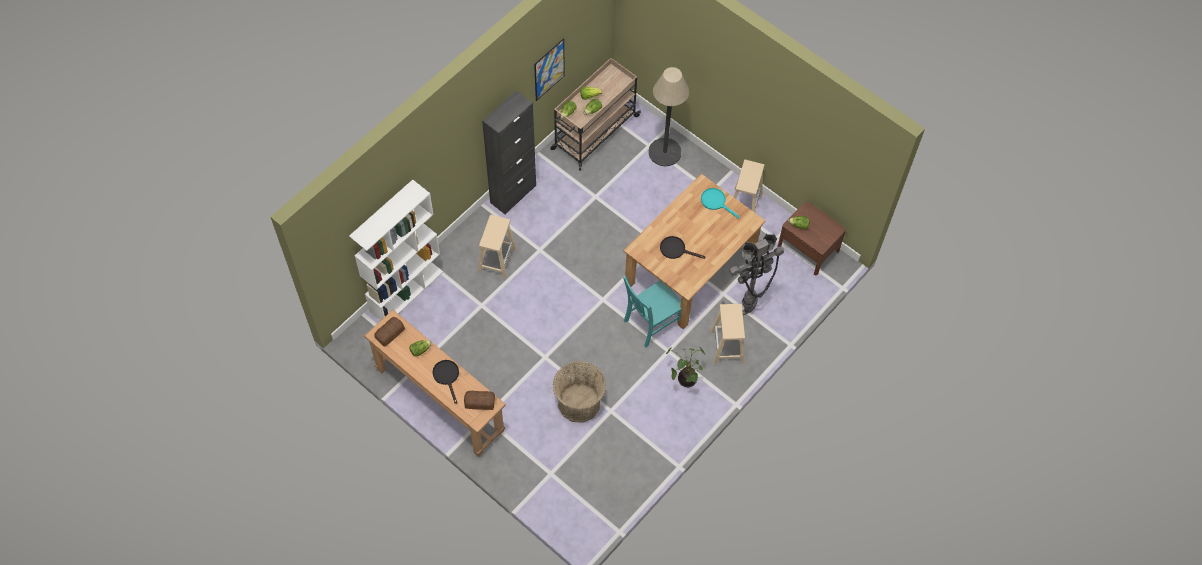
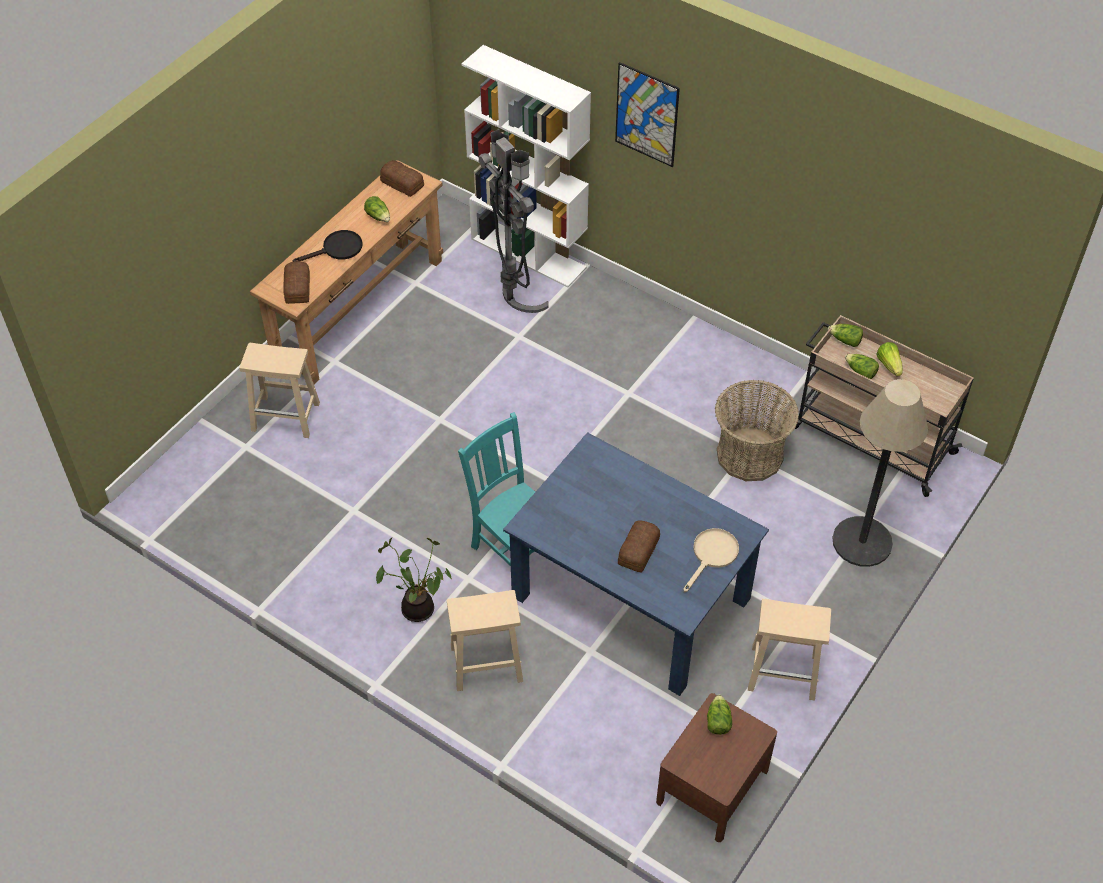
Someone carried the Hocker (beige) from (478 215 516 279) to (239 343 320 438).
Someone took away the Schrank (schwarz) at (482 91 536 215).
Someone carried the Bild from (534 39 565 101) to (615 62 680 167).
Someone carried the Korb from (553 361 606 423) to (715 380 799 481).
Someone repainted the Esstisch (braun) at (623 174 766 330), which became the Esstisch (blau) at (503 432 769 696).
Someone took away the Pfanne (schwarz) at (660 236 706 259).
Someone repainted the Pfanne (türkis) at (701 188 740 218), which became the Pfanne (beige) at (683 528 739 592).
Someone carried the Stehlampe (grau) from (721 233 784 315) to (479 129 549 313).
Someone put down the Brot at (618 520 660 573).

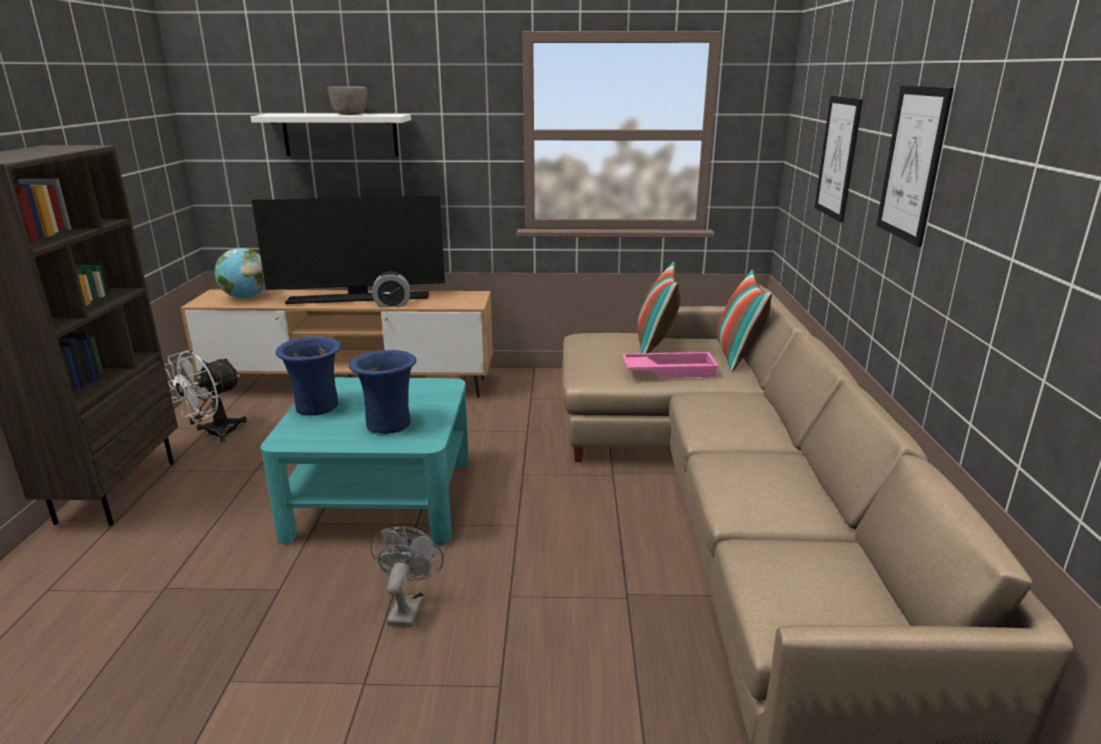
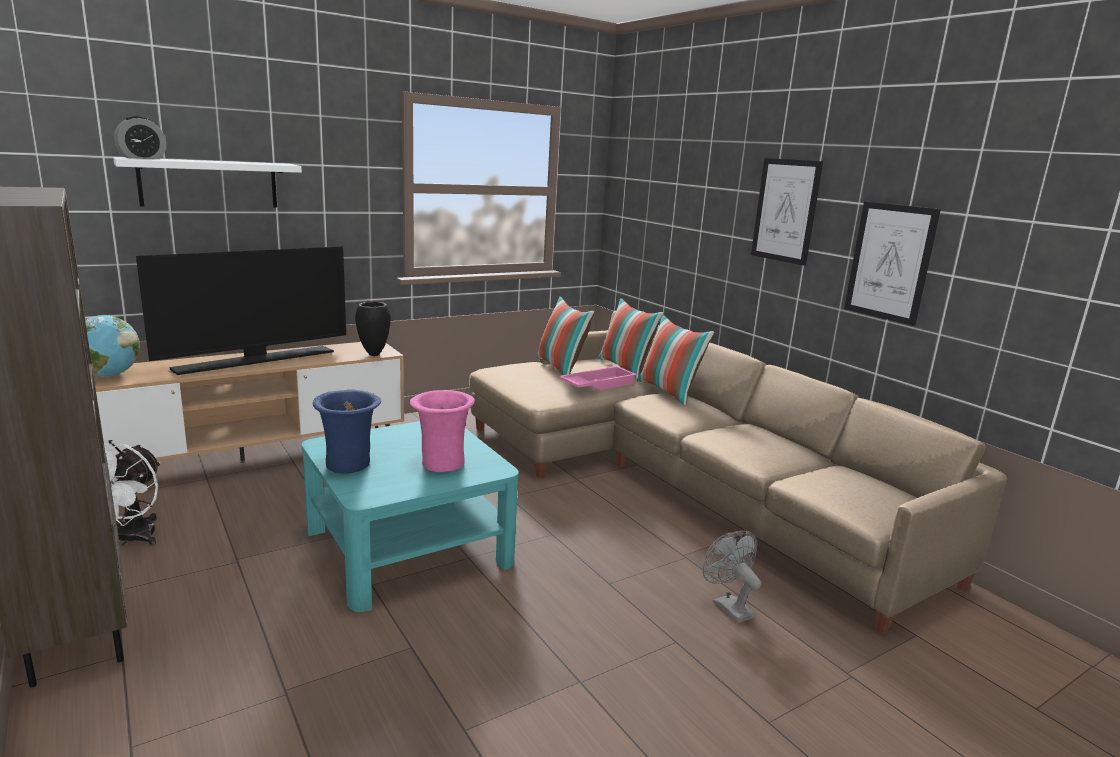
Someone took away the Schüssel (grau) at (327 86 367 115).
Someone repainted the Vase (blau) at (349 350 416 434), which became the Vase (rosa) at (410 390 475 472).
Someone carried the Ventilator (grau) from (371 527 444 627) to (703 530 761 623).
Someone carried the Wecker from (372 271 410 308) to (114 116 166 159).
Someone carried the Bild from (815 96 863 223) to (844 201 941 326).
Someone put down the Vase (schwarz) at (355 302 391 356).
Someone put down the Kissen at (637 315 715 406).

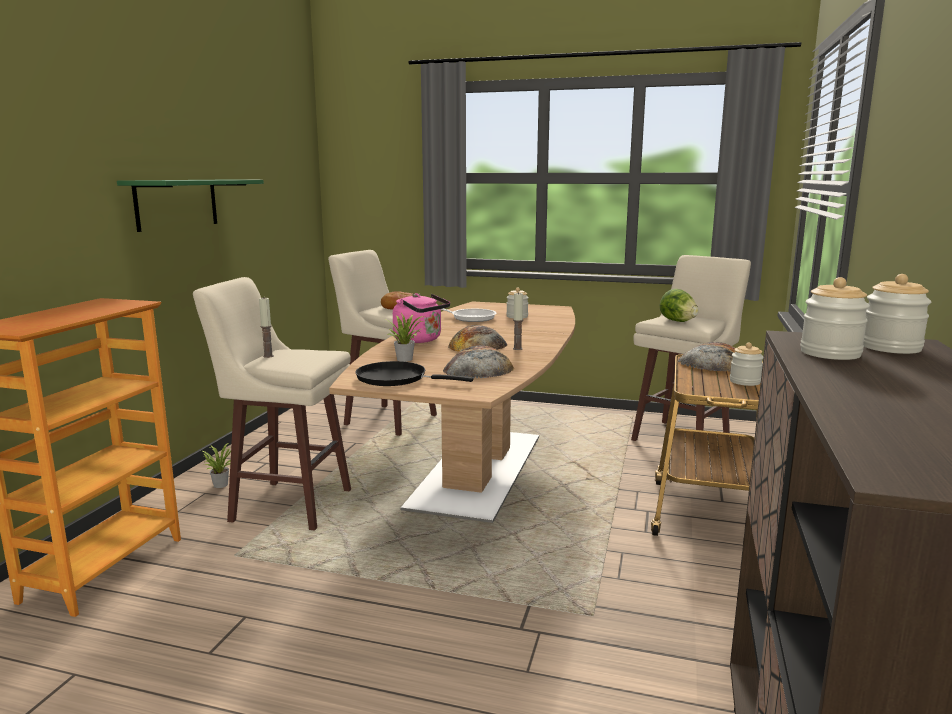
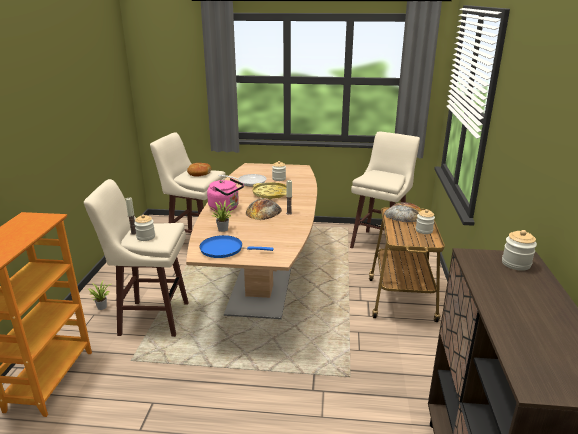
Someone took away the Wandregal (grün) at (117 180 264 232).
Someone repainted the Pfanne (schwarz) at (355 361 473 386), which became the Pfanne (blau) at (199 235 274 258).
Someone took away the Brot at (443 345 514 378).
Someone took away the Salatkopf at (660 289 699 322).
Someone carried the Vorratsglas from (800 277 870 360) to (134 214 155 241).
Someone put down the Tablett (gelb) at (252 182 286 200).

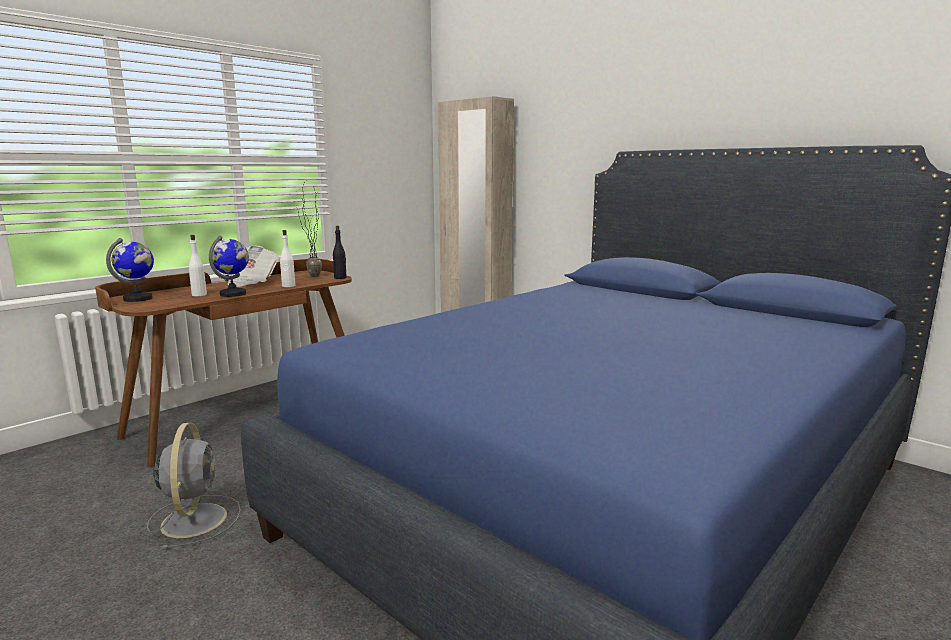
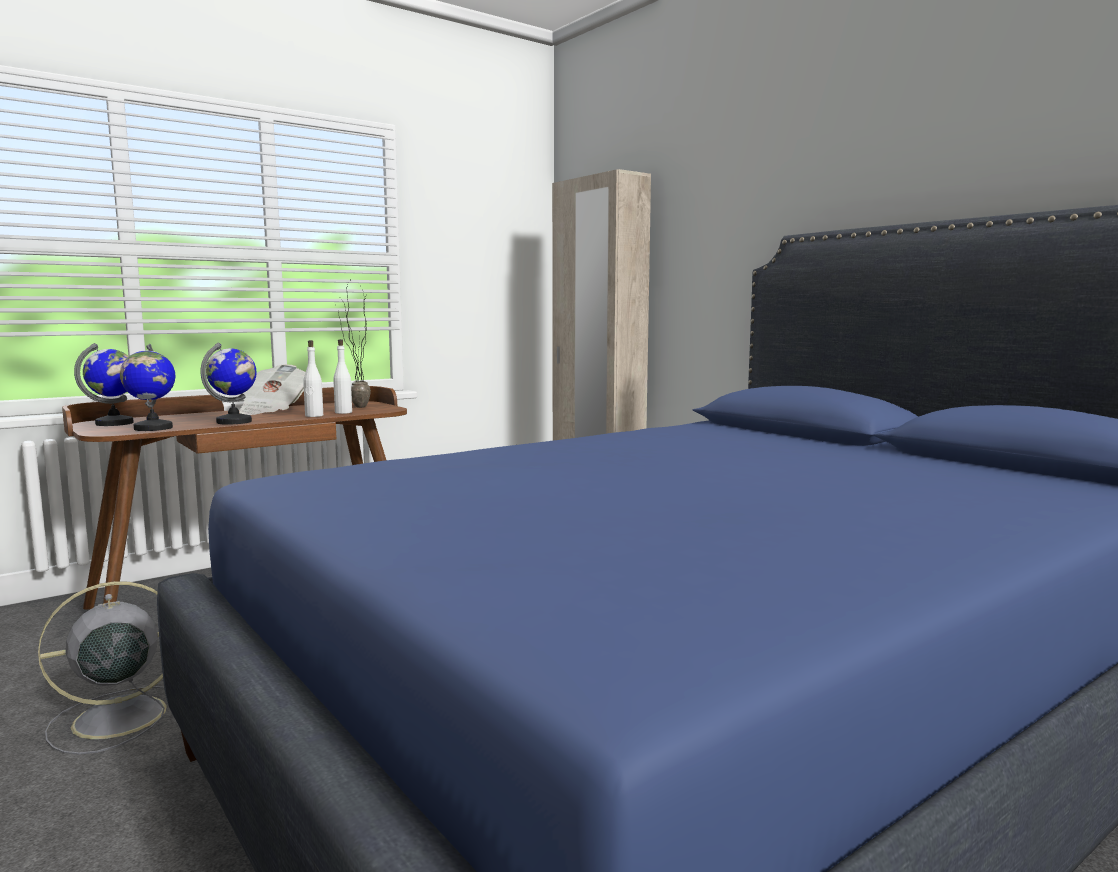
Someone rotated the Ventilator (grau) at (147 423 241 550) by 120 degrees counterclockwise.
Someone carried the Flasche (weiß) from (189 235 207 296) to (333 339 352 414).
Someone took away the Flasche (schwarz) at (333 226 347 279).
Someone put down the Globus at (120 344 176 431).

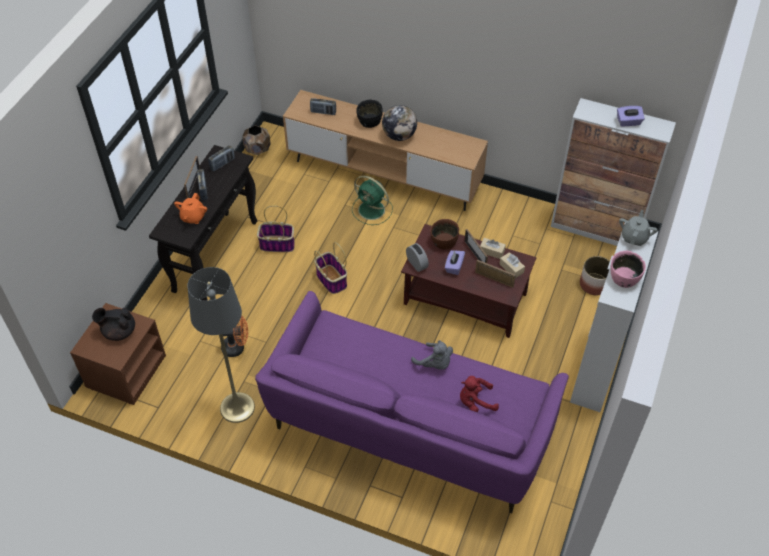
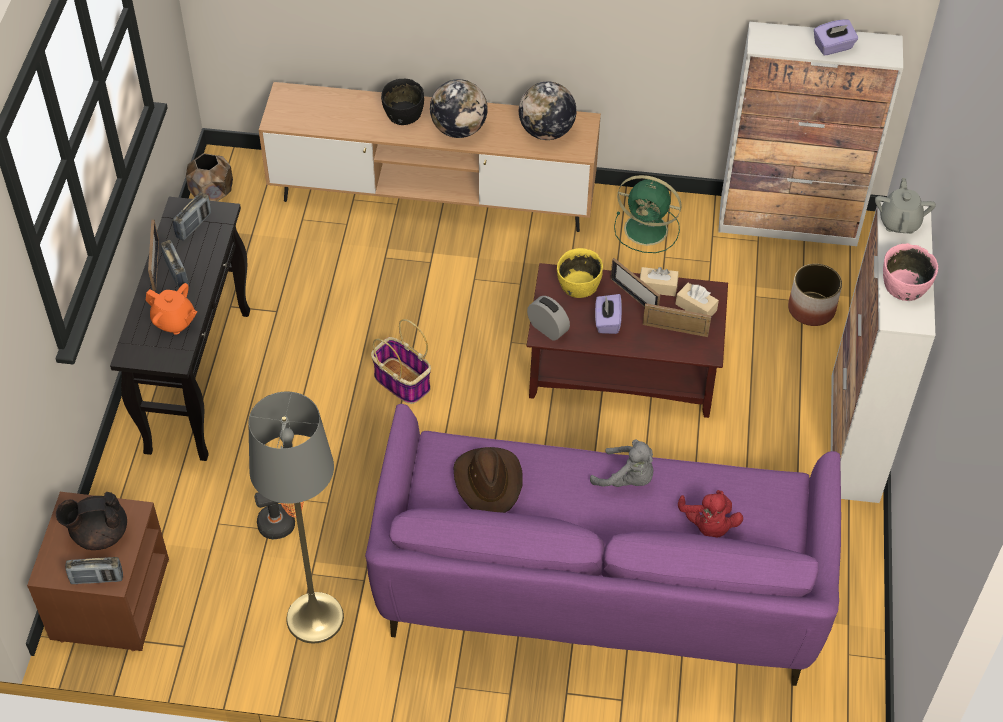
Someone rotated the Teekanne (orange) at (174 193 207 224) by 60 degrees counterclockwise.
Someone took away the Korb at (257 205 295 252).
Someone carried the Radio from (310 98 336 115) to (65 557 123 584).
Someone carried the Ventilator (grün) from (352 176 393 225) to (614 175 682 253).
Someone repainted the Schüssel (braun) at (430 219 459 250), which became the Schüssel (gelb) at (557 248 603 298).
Someone rotated the Plüschtier (rot) at (460 376 499 412) by 75 degrees counterclockwise.
Someone put down the Hut (braun) at (454 447 523 513).
Someone put down the Globus at (519 82 577 140).

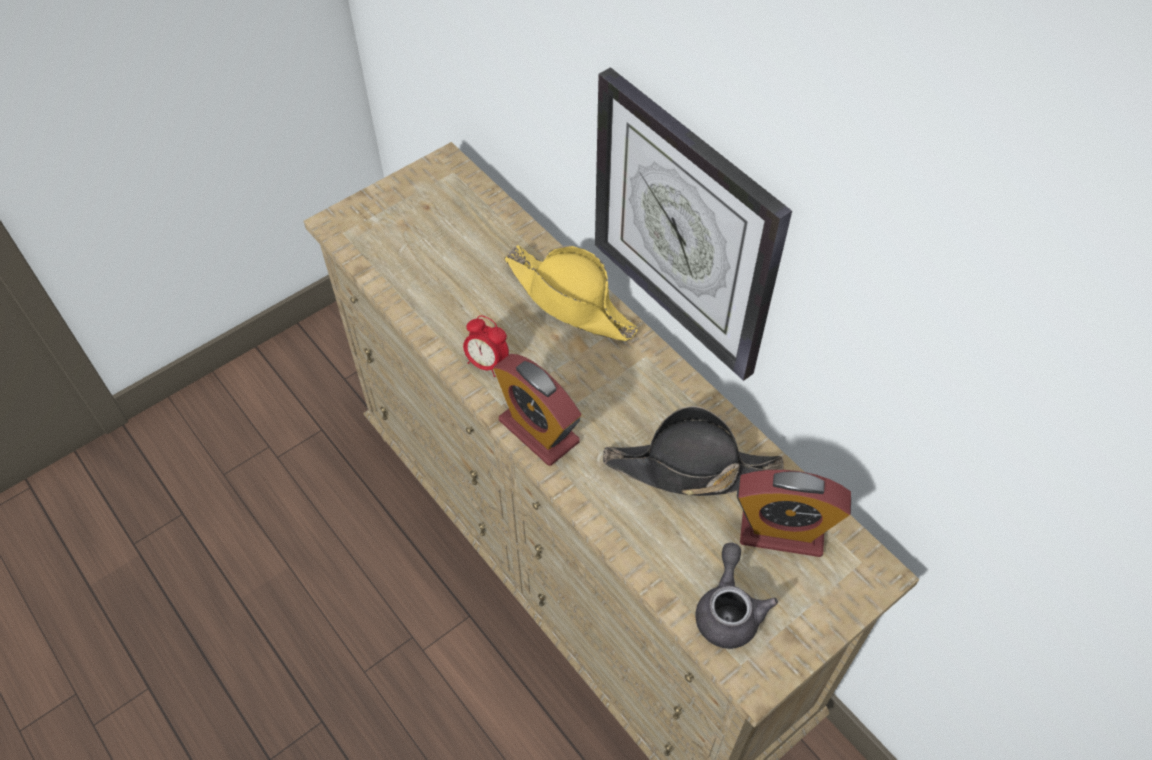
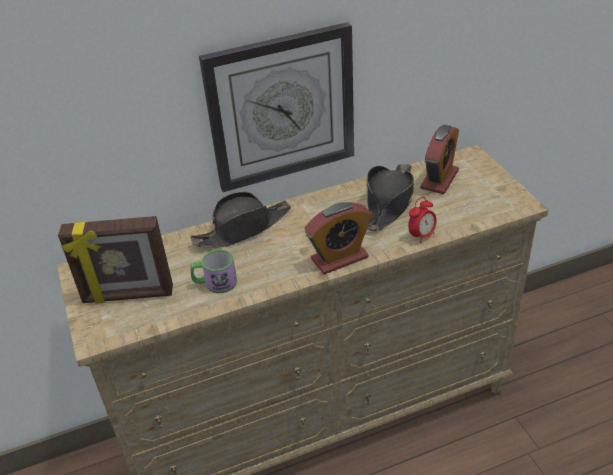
Someone carried the Wecker from (463 315 509 377) to (408 197 437 244).
Someone repainted the Hut (gelb) at (504 245 638 341), which became the Hut (schwarz) at (190 192 291 248).
Someone took away the Teekanne (grau) at (695 543 778 649).
Someone put down the Bilderrahmen at (58 216 173 304).
Someone put down the Henkelbecher at (191 249 237 293).

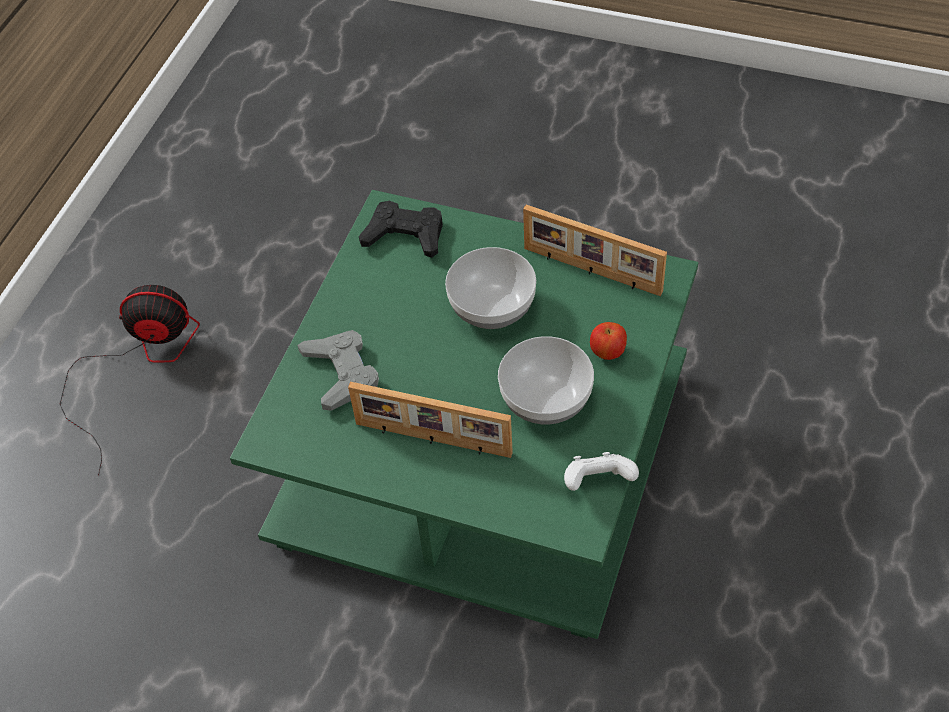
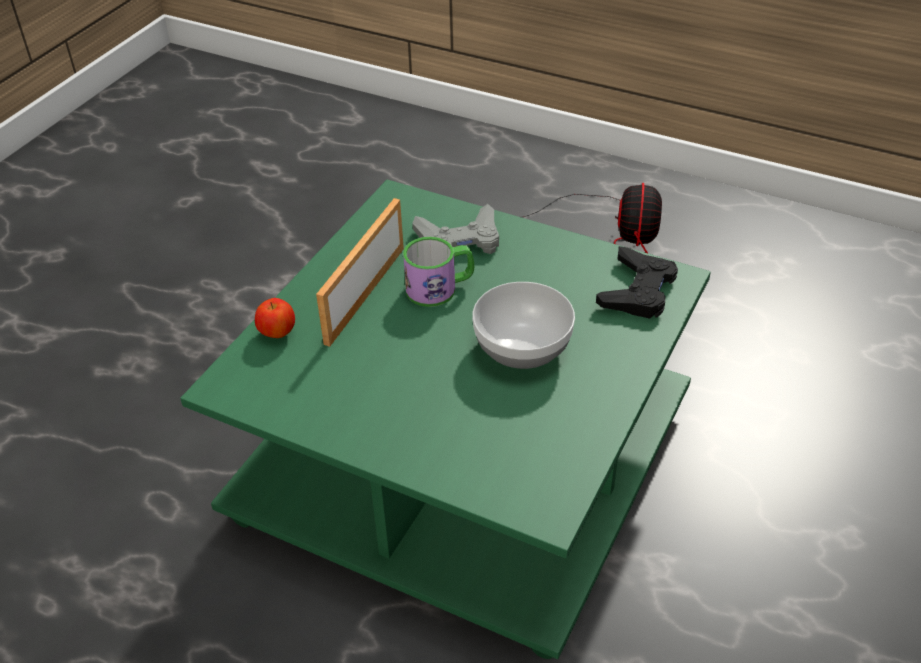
Someone took away the Schüssel at (498 336 594 425).
Someone took away the Bilderrahmen at (523 205 667 296).
Someone took away the Gamepad (weiß) at (564 452 639 491).
Someone carried the Apfel from (590 322 627 360) to (255 298 295 338).
Someone put down the Henkelbecher at (403 237 474 307).

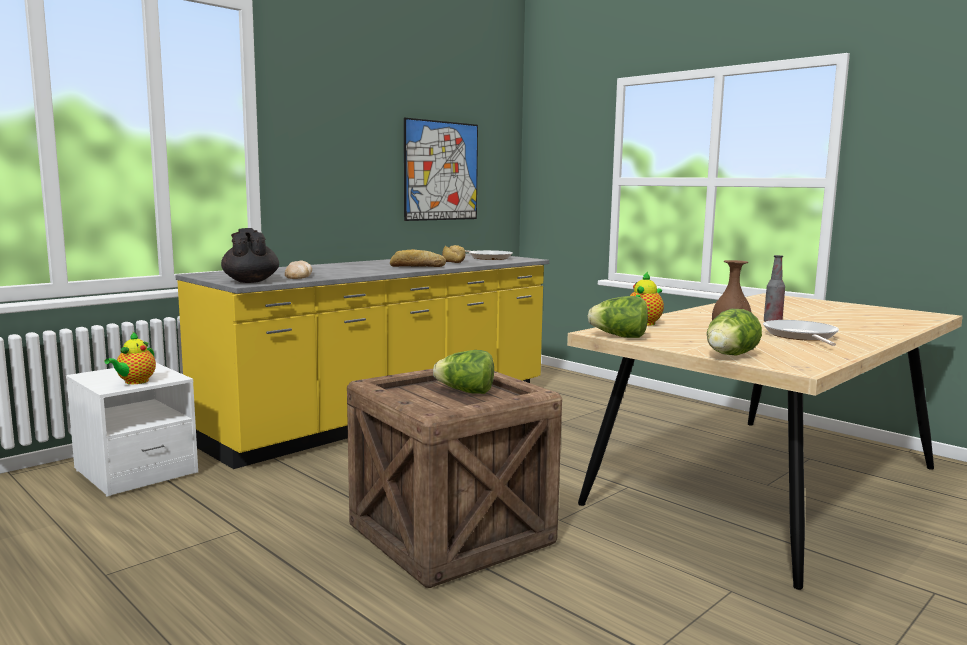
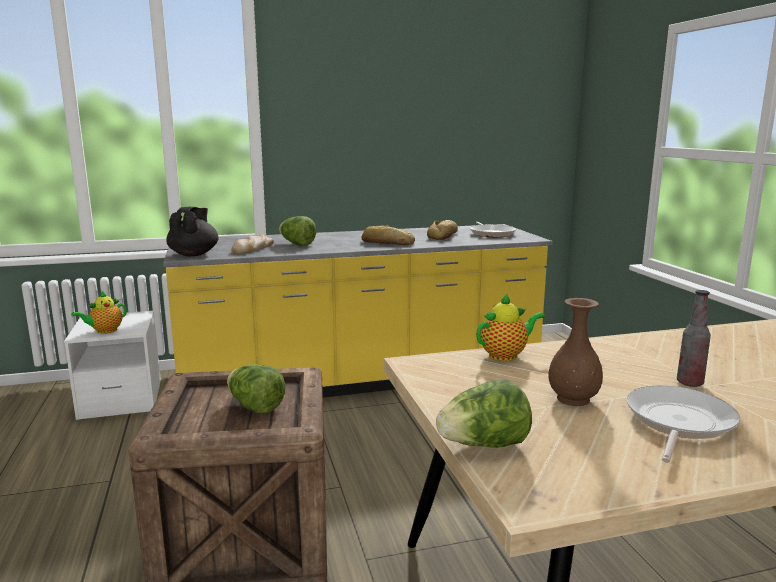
Someone took away the Bild at (404 118 478 221).
Someone carried the Salatkopf from (588 296 648 338) to (279 216 316 246).

